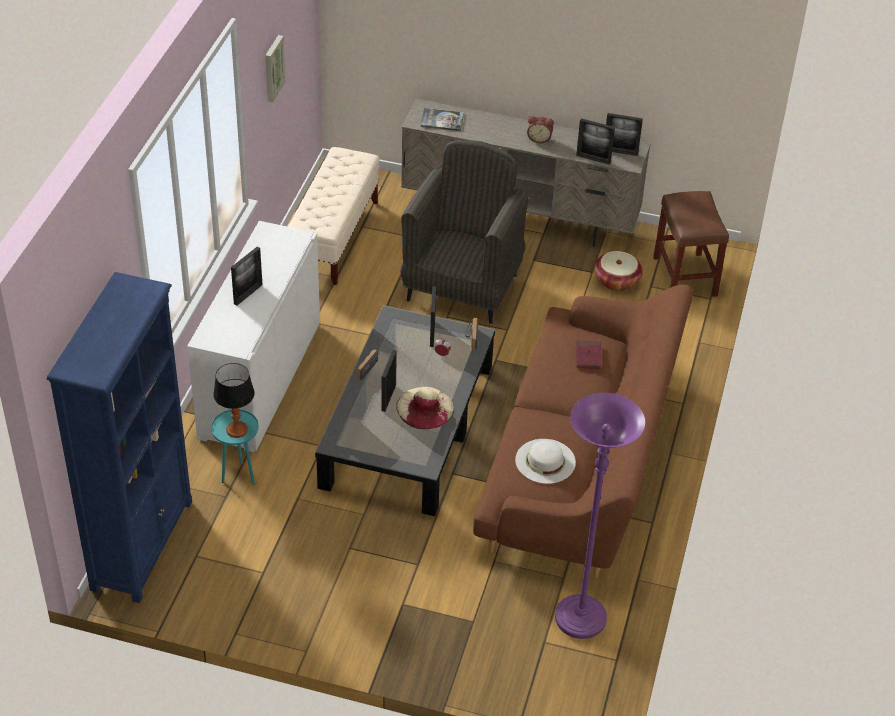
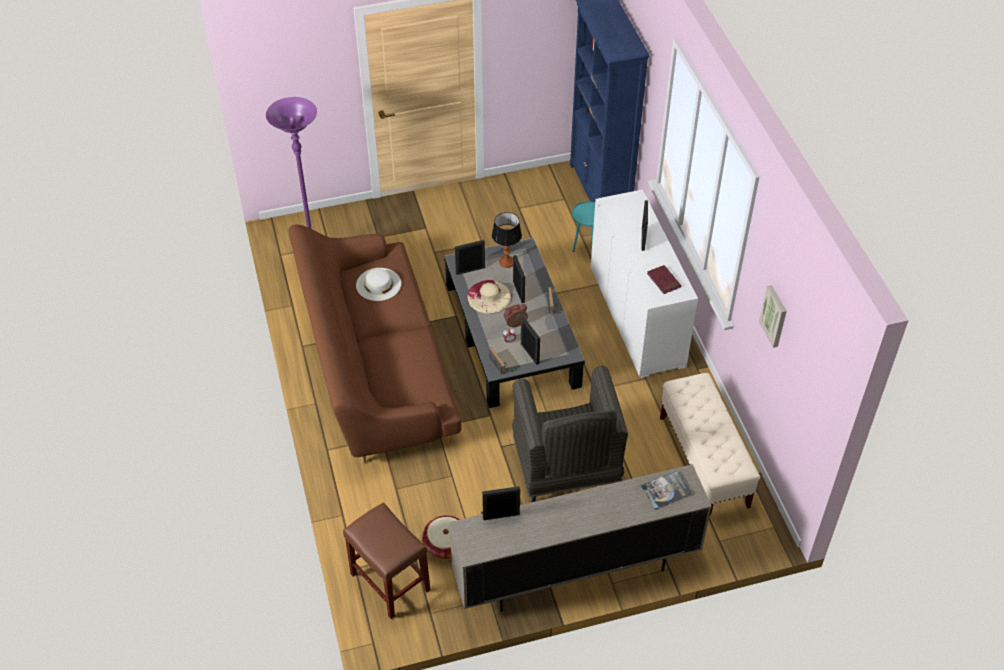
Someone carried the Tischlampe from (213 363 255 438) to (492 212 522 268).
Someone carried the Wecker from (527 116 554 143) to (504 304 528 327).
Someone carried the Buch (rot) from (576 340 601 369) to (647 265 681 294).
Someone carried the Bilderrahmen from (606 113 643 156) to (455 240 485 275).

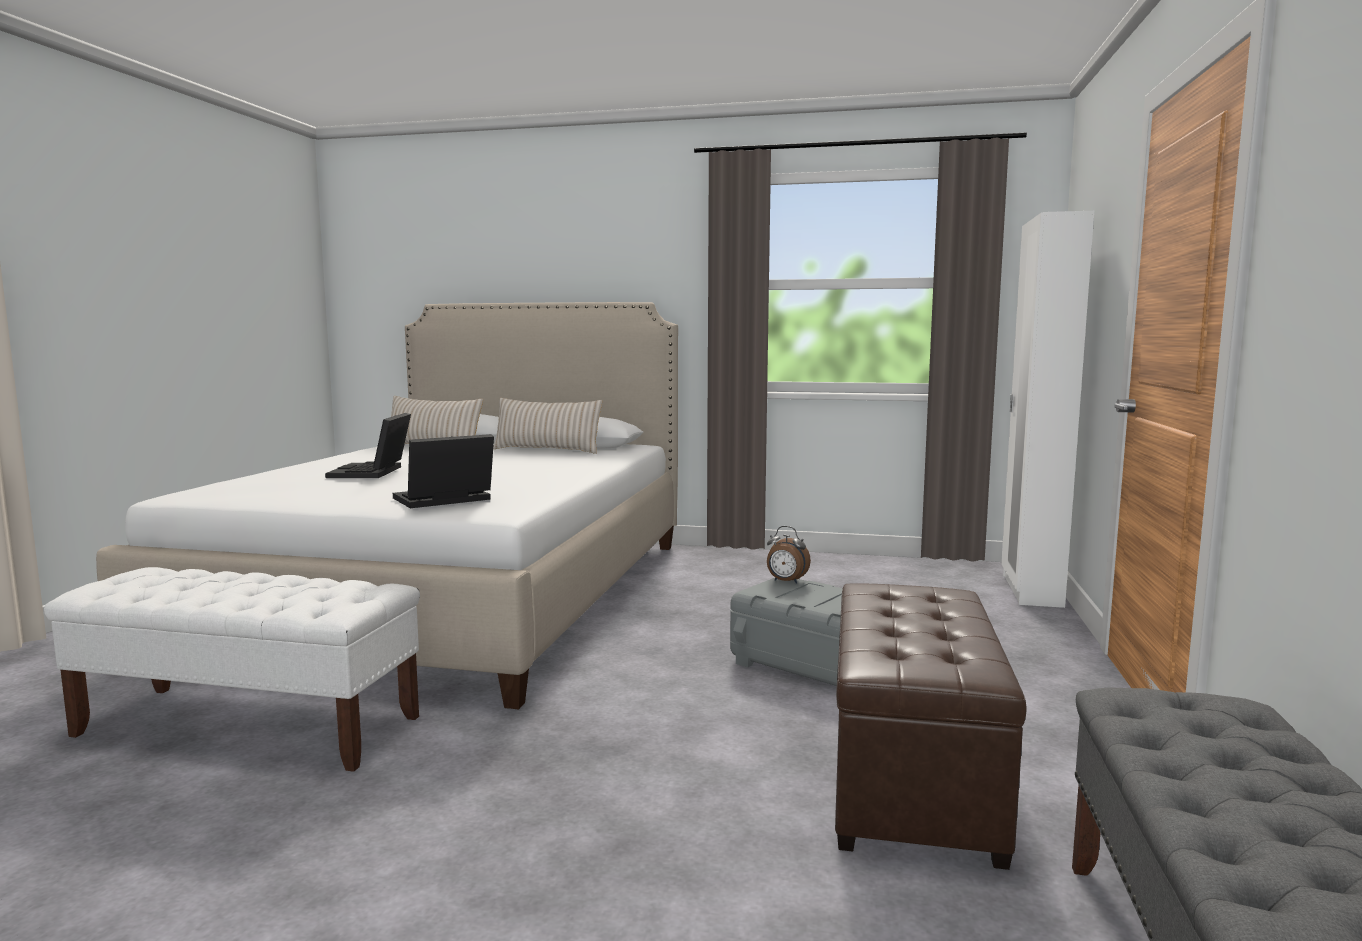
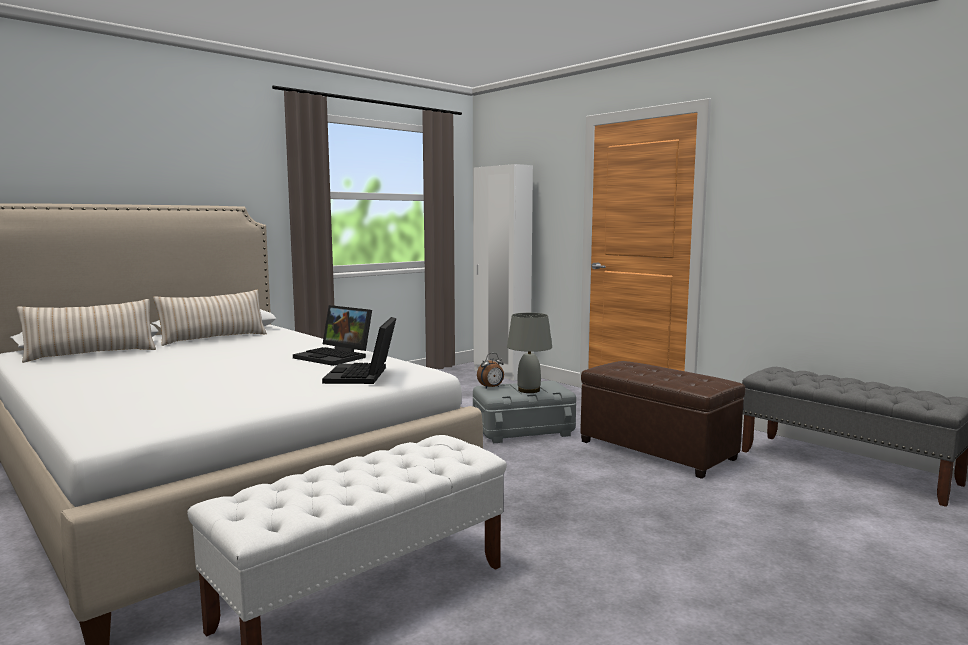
Someone carried the Laptop from (325 413 411 478) to (293 305 372 366).
Someone put down the Tischlampe (grau) at (507 313 552 393).

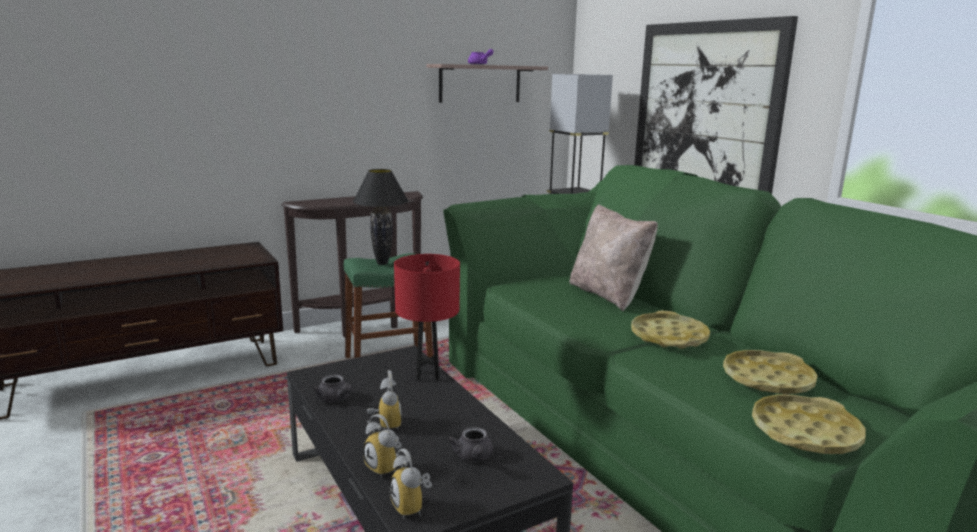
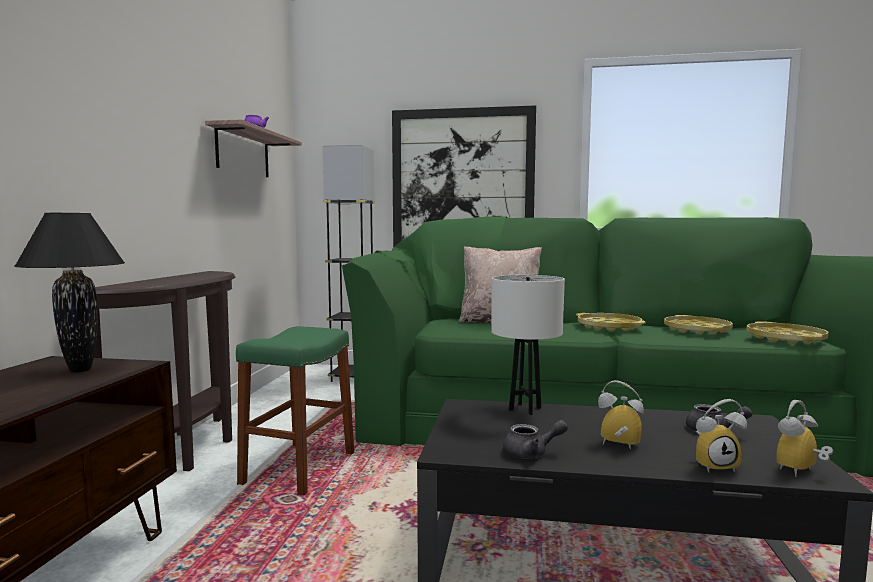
Someone carried the Tischlampe (schwarz) from (353 169 408 265) to (14 213 125 372).
Someone rotated the Wecker at (390 449 432 518) by 135 degrees clockwise.
Someone repainted the Tischlampe (rot) at (394 254 460 381), which became the Tischlampe (weiß) at (491 275 565 415).

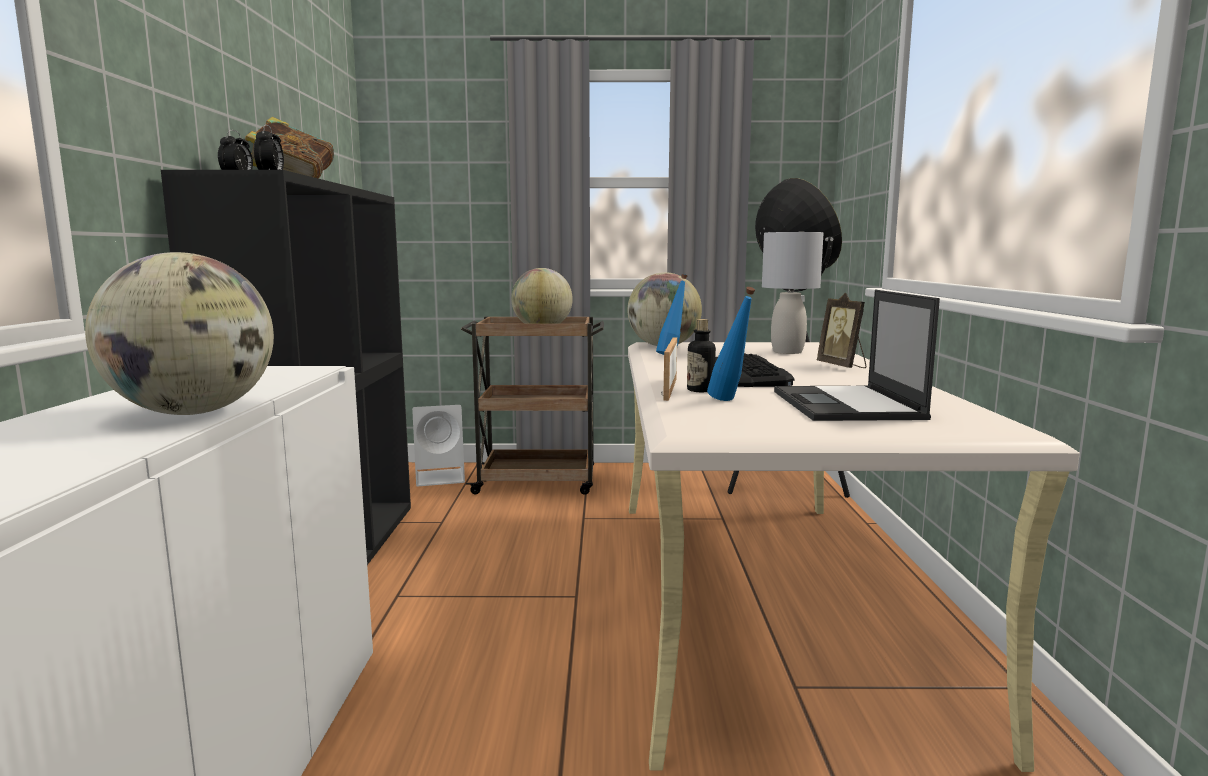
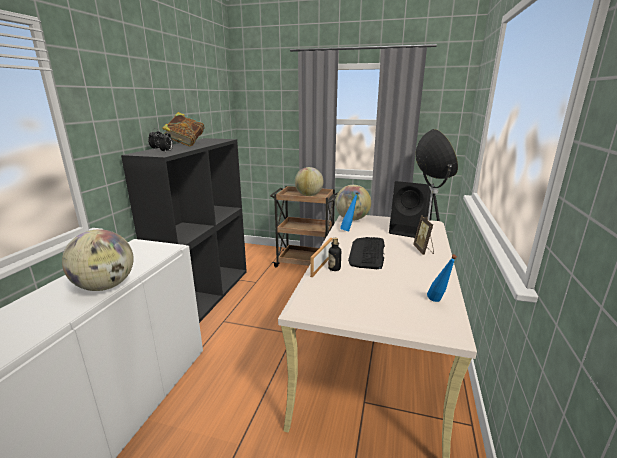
Someone took away the Lautsprecher (weiß) at (412 405 465 487).
Someone carried the Flasche (blau) from (707 287 755 401) to (427 254 457 302).
Someone swapped the Tischlampe (grau) at (762 232 824 354) for the Lautsprecher (schwarz) at (389 181 431 238).
Someone took away the Laptop at (774 290 940 421).

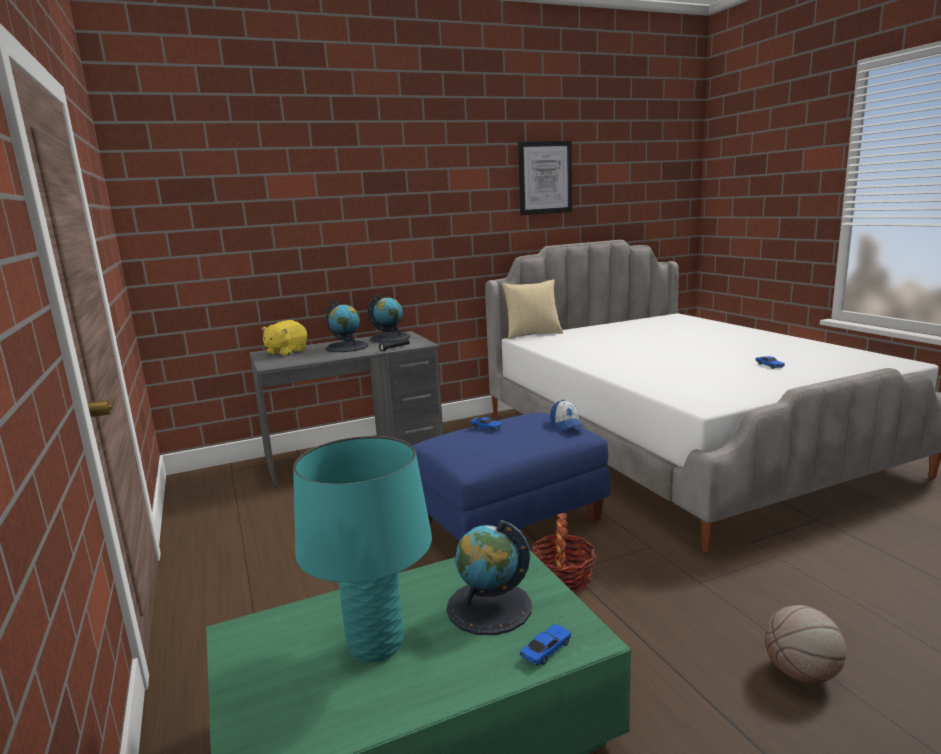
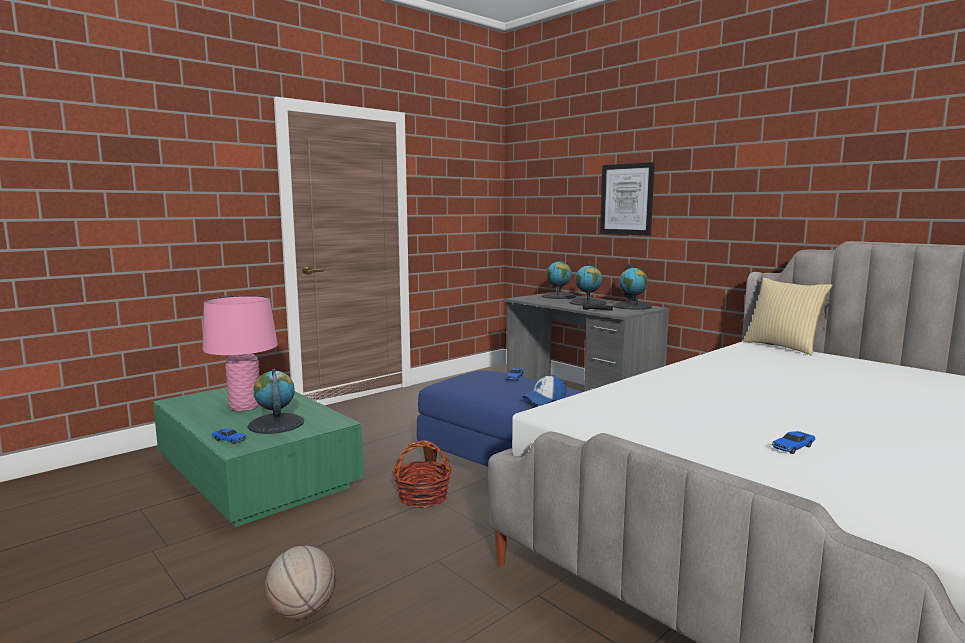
Someone swapped the Plüschtier (gelb) at (261 320 307 356) for the Globus at (541 258 576 299).
Someone repainted the Tischlampe (türkis) at (293 436 432 662), which became the Tischlampe (rosa) at (203 295 278 411).
Someone carried the Bild from (518 141 572 215) to (600 162 655 236).

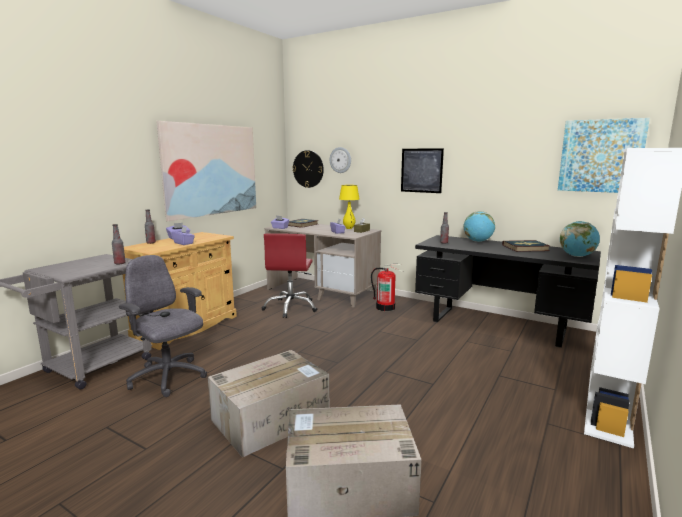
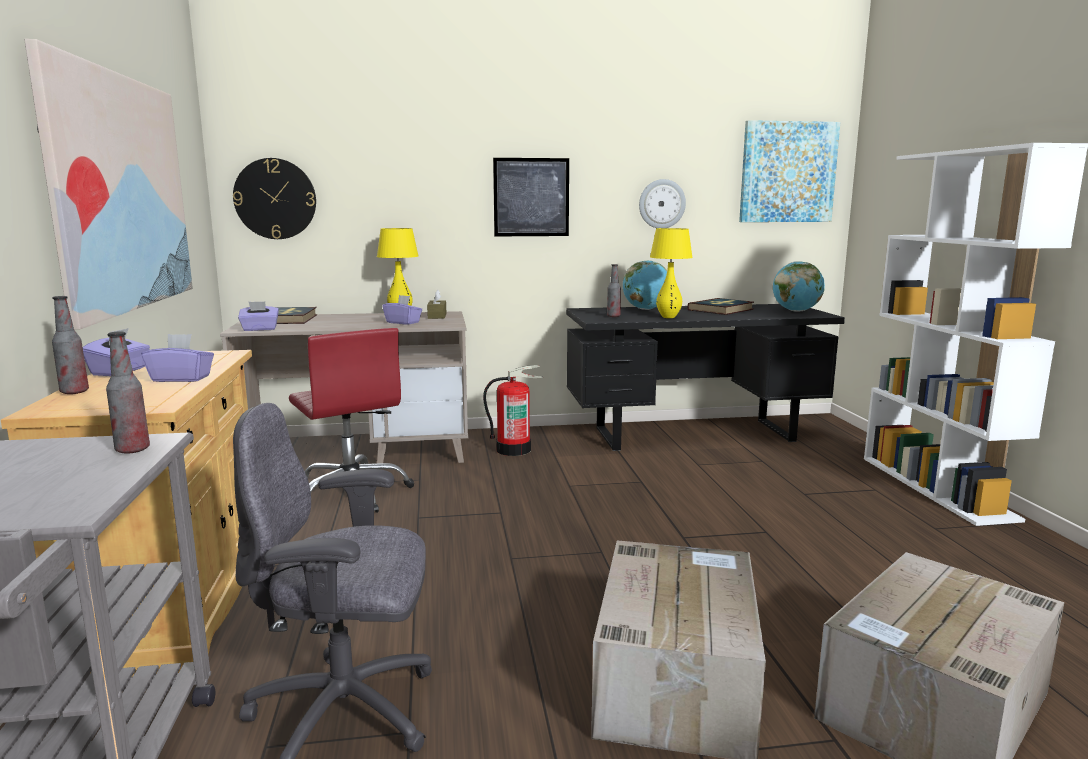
Someone carried the Wanduhr from (330 147 351 173) to (639 179 686 228).
Someone put down the Tischlampe (gelb) at (650 228 693 318).

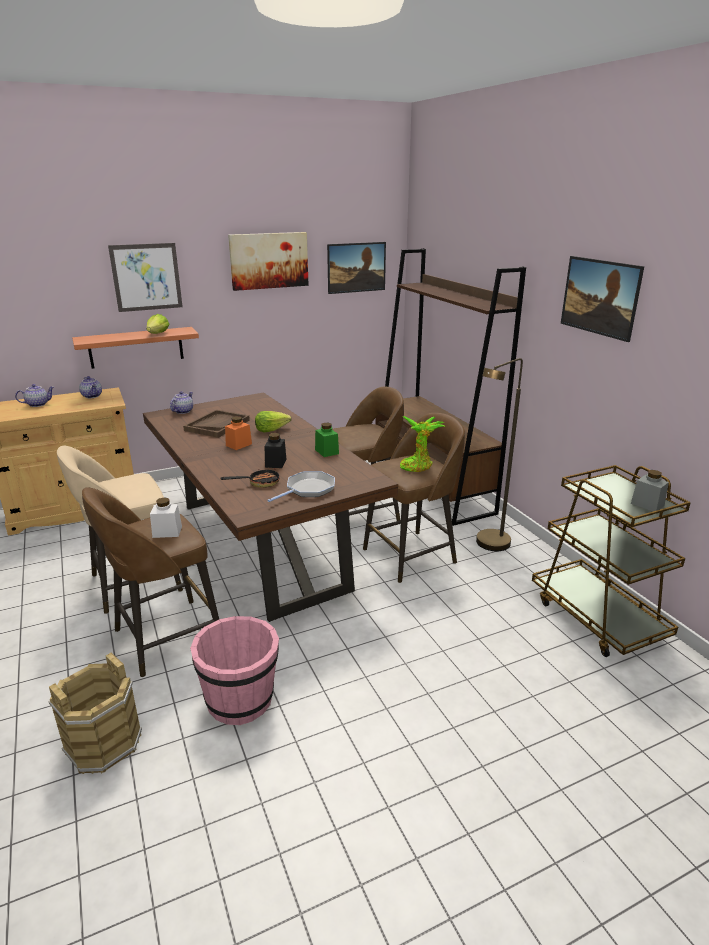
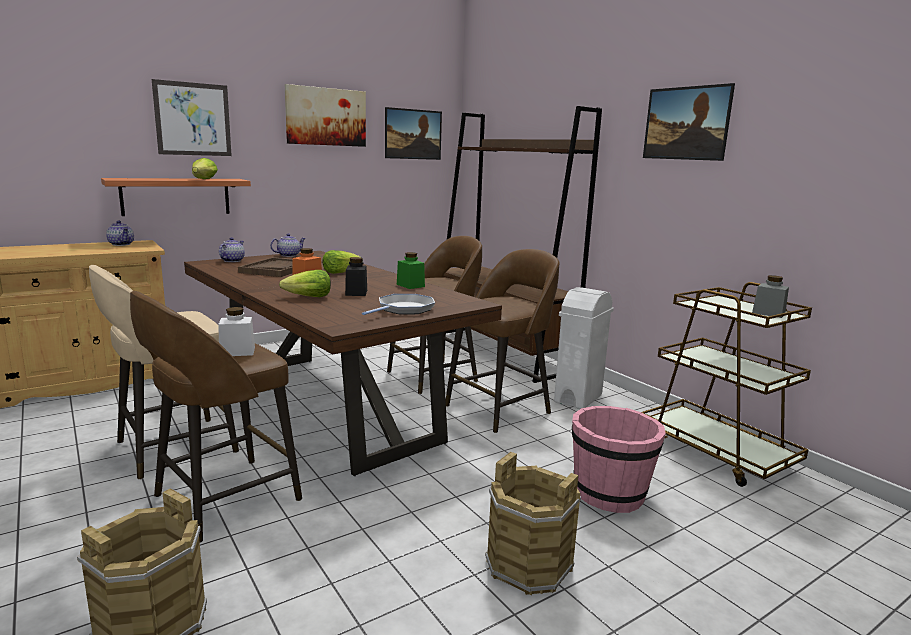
Someone carried the Teekanne from (15 384 54 407) to (270 233 306 257).
Someone carried the Eimer (rosa) from (190 616 279 725) to (572 406 666 513).
Someone took away the Pfanne at (221 467 280 488).
Someone took away the Topfpflanze at (400 416 446 472).
Someone swapped the Stehlampe (braun) at (476 358 523 551) for the Mülleimer (weiß) at (554 287 614 409).
Someone put down the Salatkopf at (279 270 331 297).
Someone put down the Eimer (braun) at (485 452 581 595).

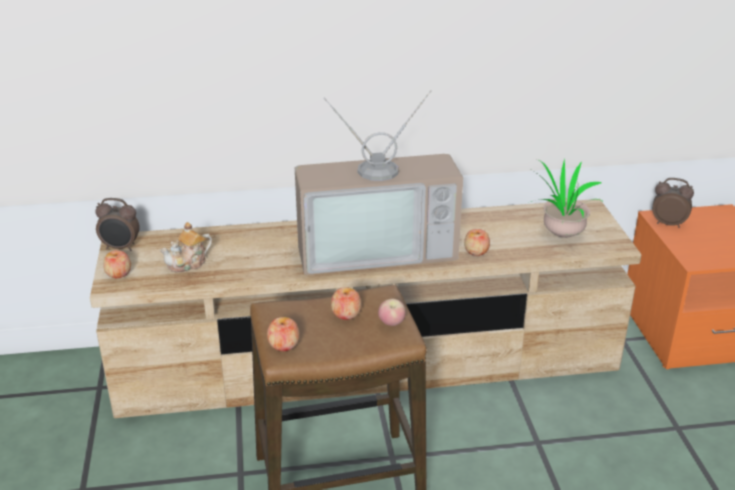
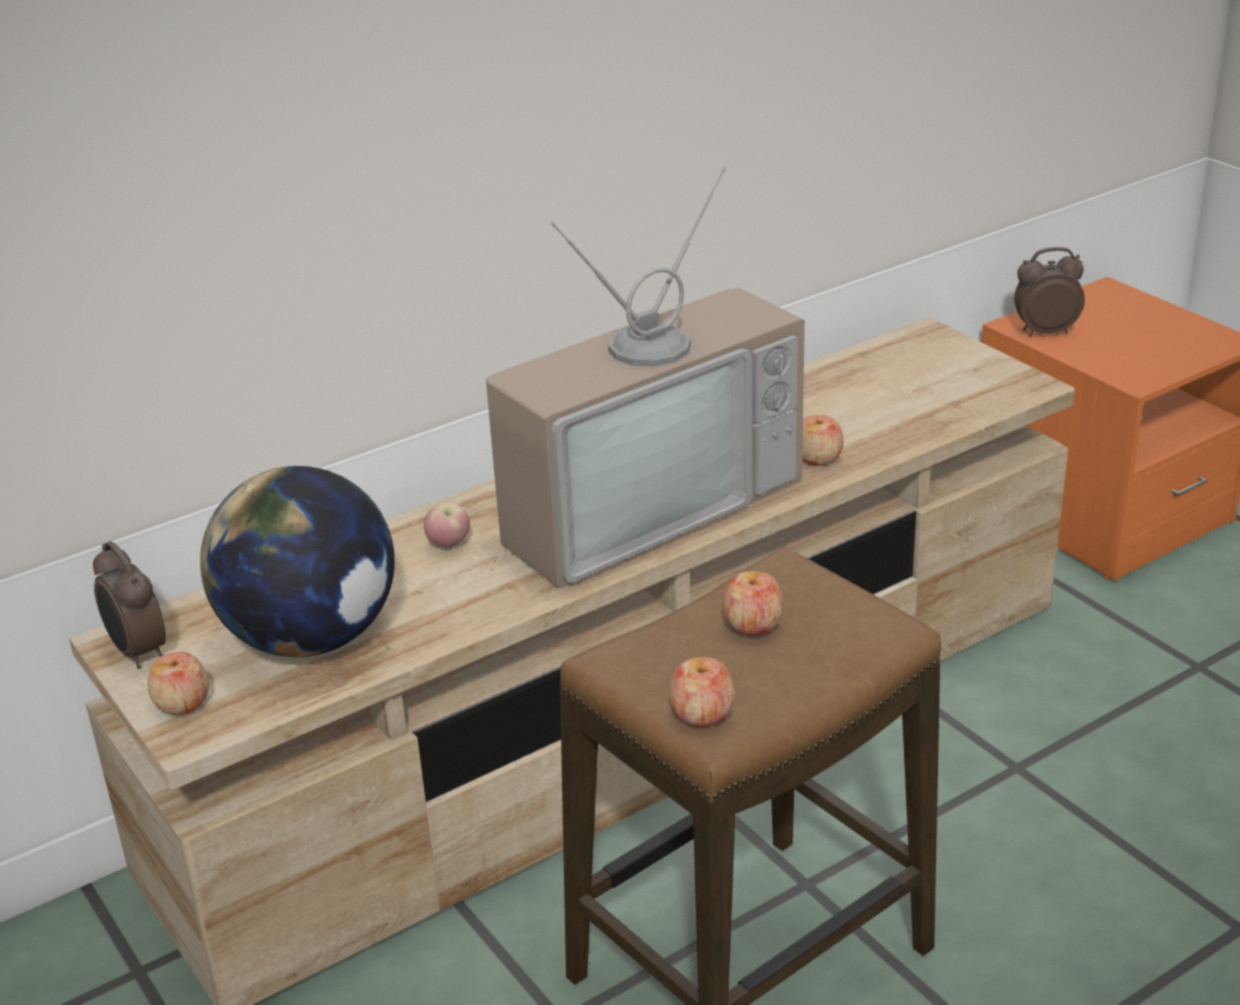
Someone rotated the Wecker at (95 198 140 251) by 75 degrees clockwise.
Someone swapped the Teekanne at (160 222 212 272) for the Globus at (200 466 395 657).
Someone carried the Apfel from (378 298 406 326) to (424 501 470 547).
Someone took away the Topfpflanze at (531 159 604 238).

